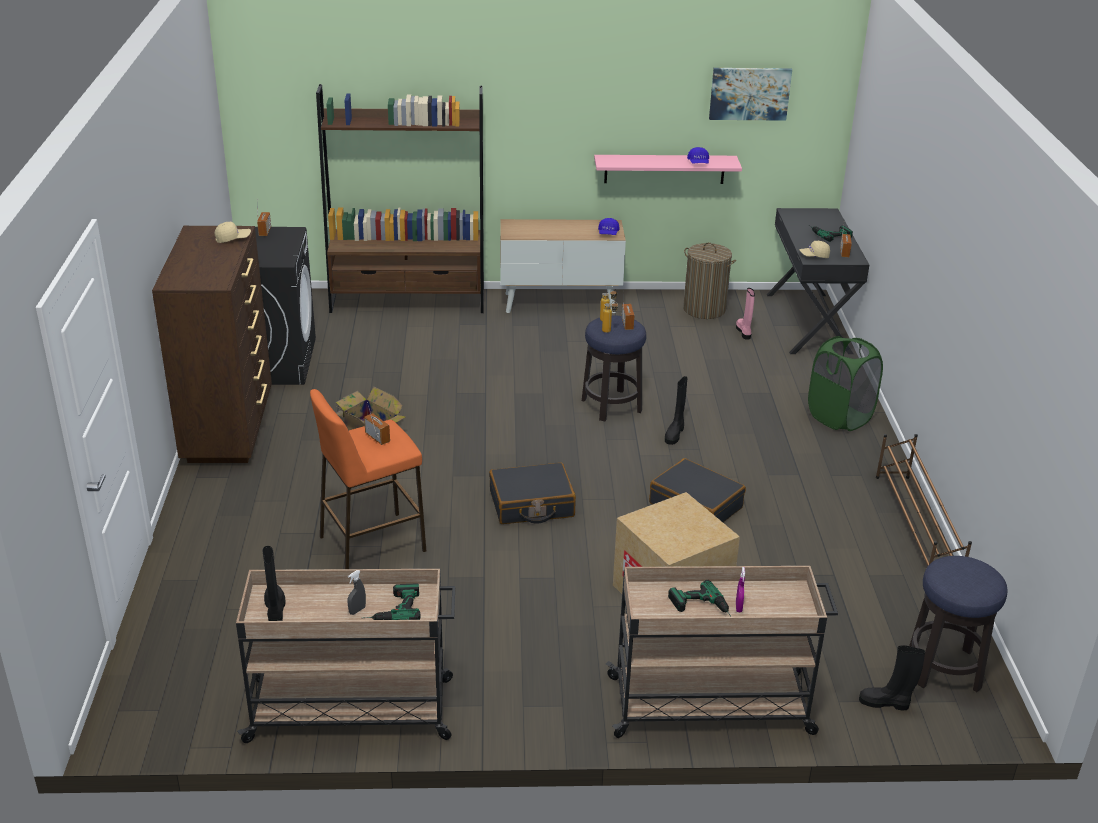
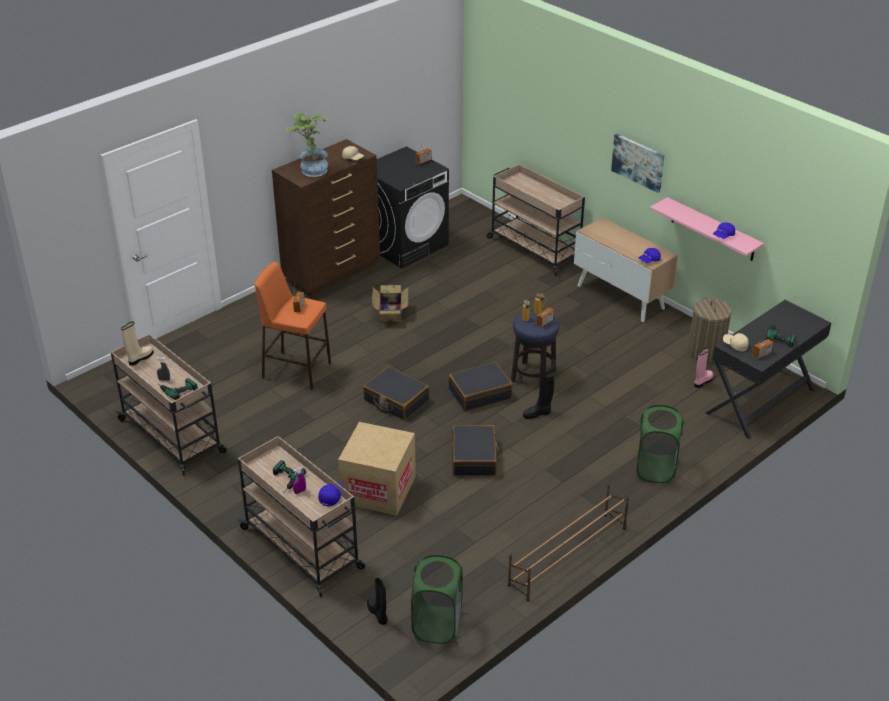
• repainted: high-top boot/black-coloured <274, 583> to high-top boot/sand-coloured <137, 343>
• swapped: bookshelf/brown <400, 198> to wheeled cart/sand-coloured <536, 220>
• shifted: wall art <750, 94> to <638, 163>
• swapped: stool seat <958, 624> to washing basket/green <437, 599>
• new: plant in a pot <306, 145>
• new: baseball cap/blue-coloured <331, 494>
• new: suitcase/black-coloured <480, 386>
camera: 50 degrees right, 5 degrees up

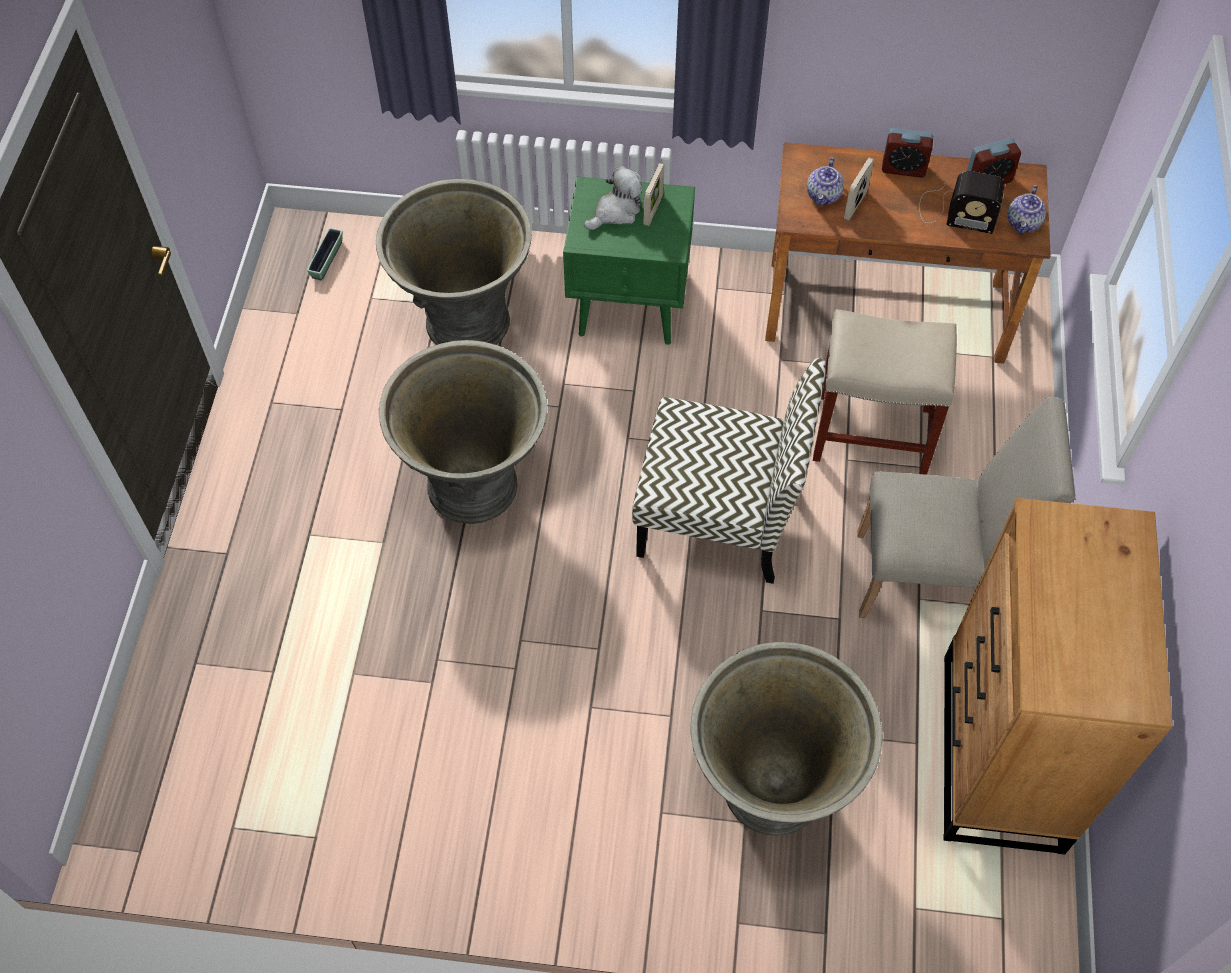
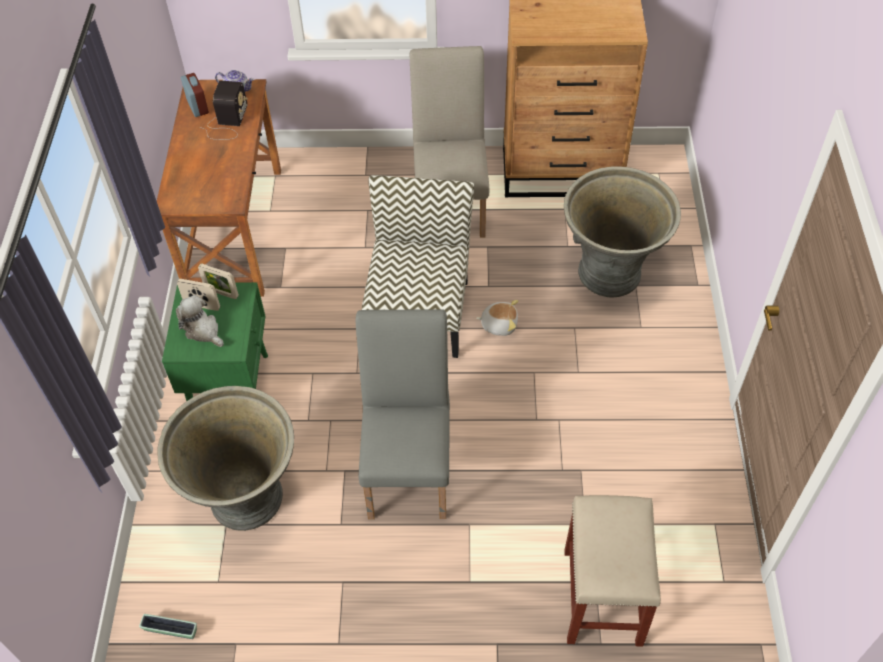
• swapped: plant pot/greyish <463, 432> to plain chair/greyish <403, 414>
• gone: tea pot <825, 181>
• shifted: stool seat/sand-coloured <885, 392> to <612, 571>
• shifted: standing frame <859, 189> to <218, 281>
• gone: alarm clock <907, 153>
• new: cuddly toy <497, 318>
camera: 95 degrees left, 5 degrees down

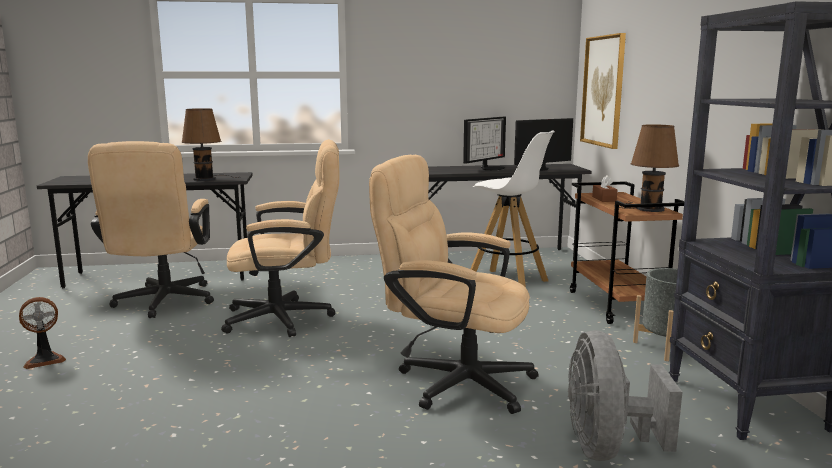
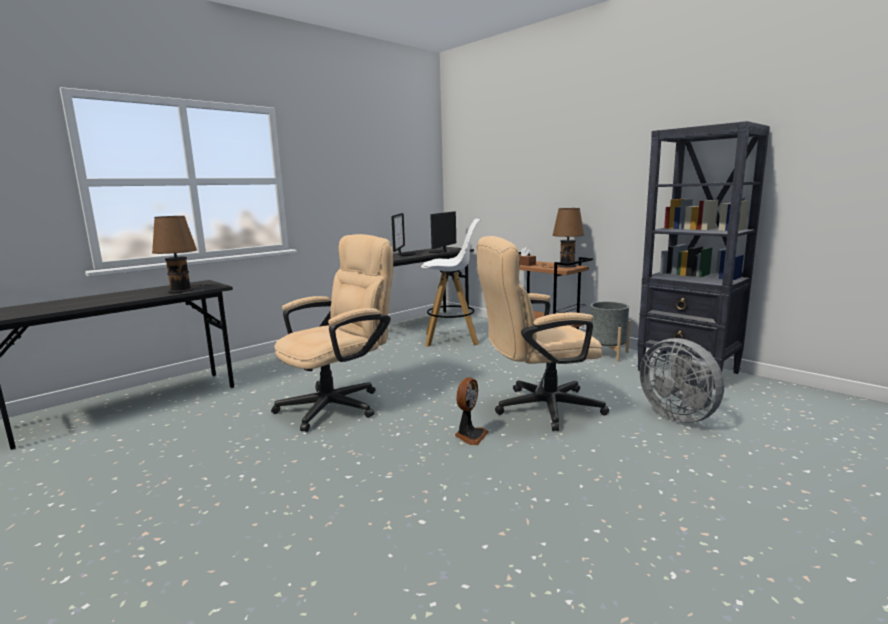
• shifted: electric fan <42, 333> to <472, 411>
• gone: computer chair/sand-coloured <151, 229>
• gone: wall art <603, 91>
camera: 35 degrees left, 0 degrees up

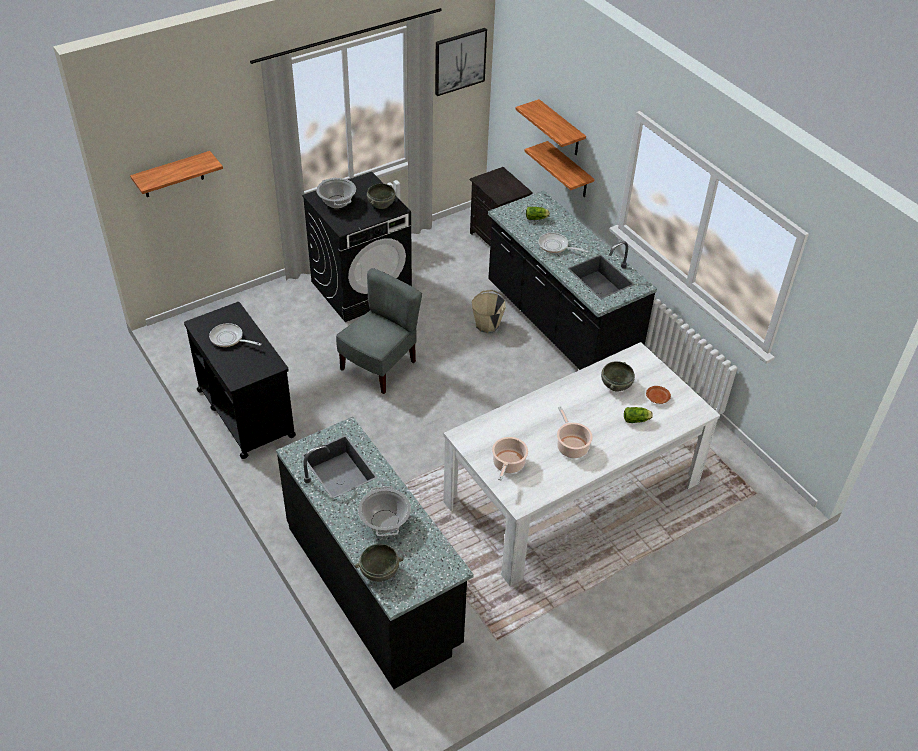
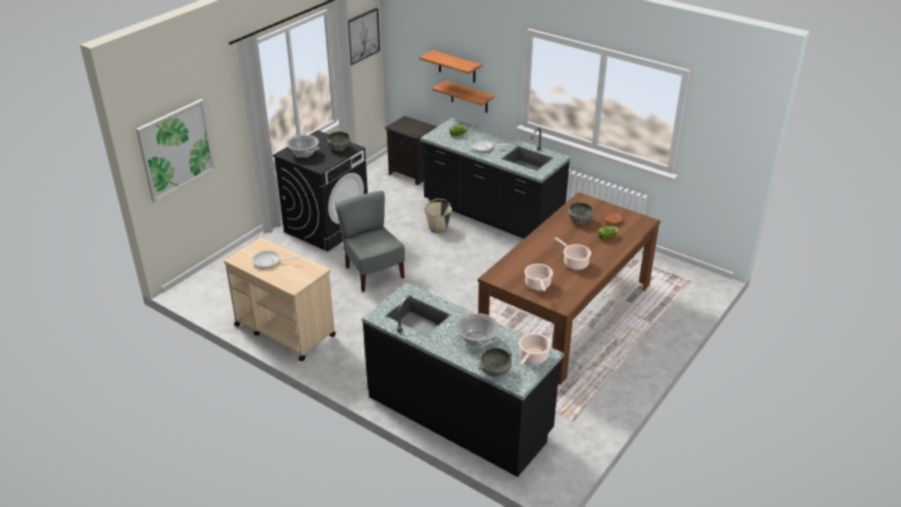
• swapped: shelf <176, 174> to wall art <176, 150>
• repainted: wheeled cart/black-coloured <240, 380> to wheeled cart/sand-coloured <280, 299>
• rotated: plain chair/greyish <379, 331> = <370, 241> 45 degrees counterclockwise
• repainted: kitchen table/white <581, 464> to kitchen table/brown <569, 288>
• new: cooking pot <535, 349>
camera: 20 degrees left, 10 degrees down

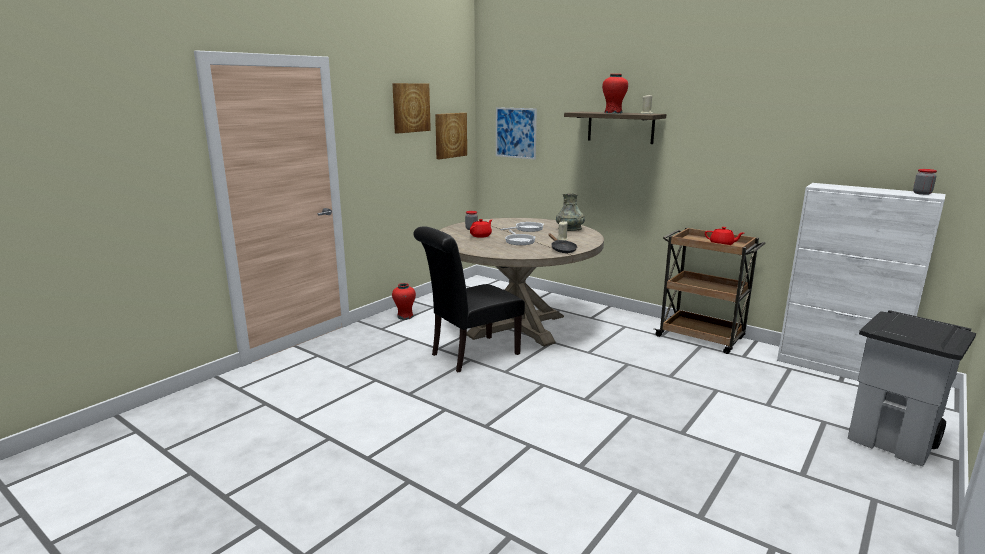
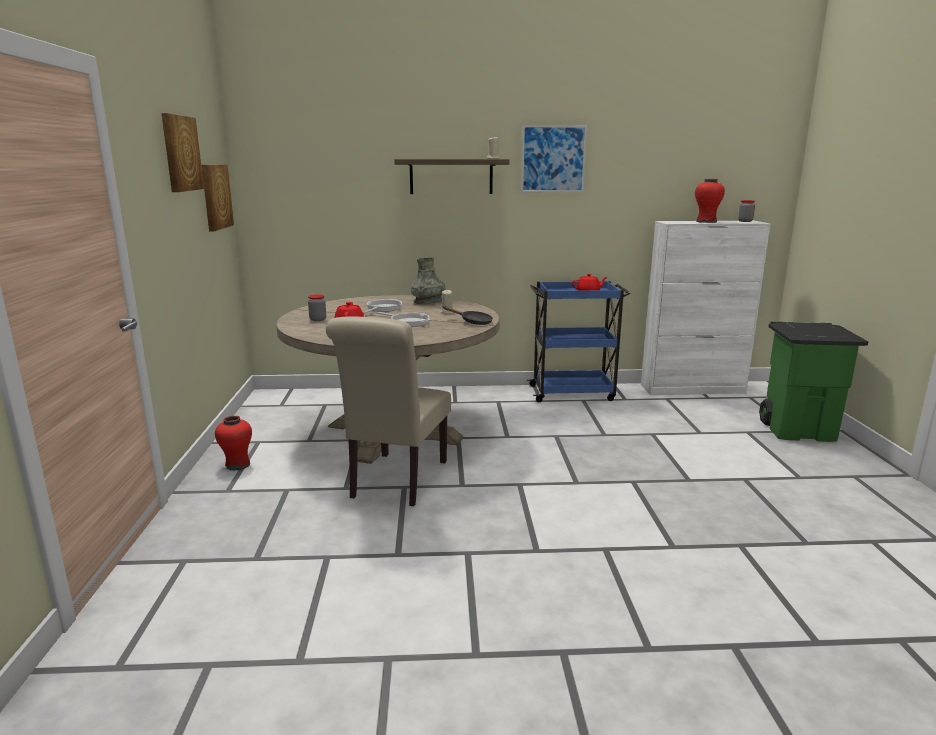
• repainted: plain chair/black-coloured <469, 299> to plain chair/sand-coloured <388, 411>
• shifted: wall art <516, 133> to <554, 158>
• shifted: vase/red <615, 94> to <710, 201>
• repainted: wheeled cart/brown <710, 291> to wheeled cart/blue-coloured <578, 341>
• repainted: waste bin/greyish <912, 388> to waste bin/green <813, 382>
camera: 40 degrees left, 0 degrees up

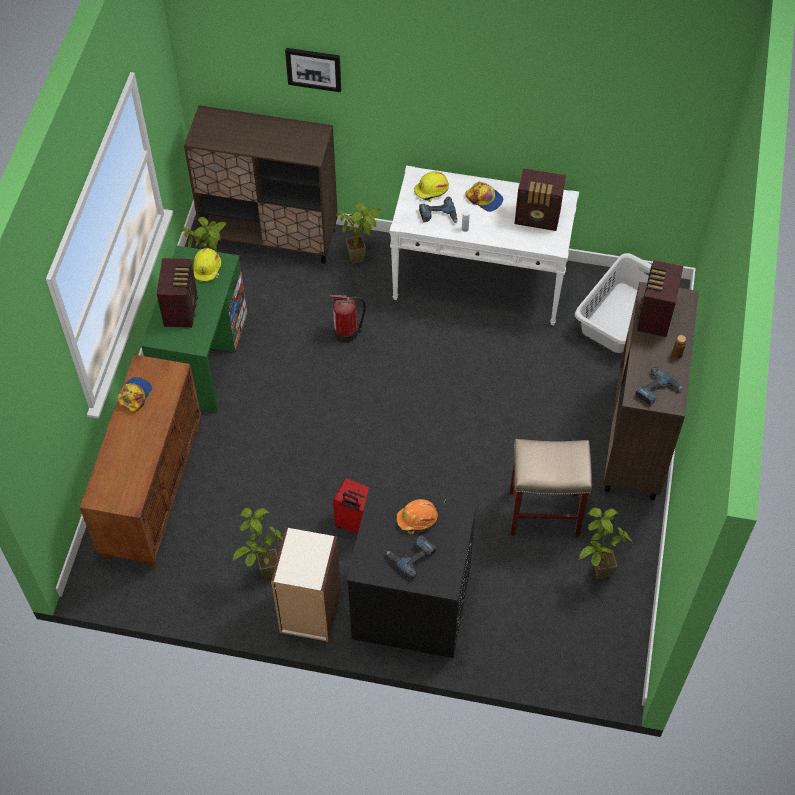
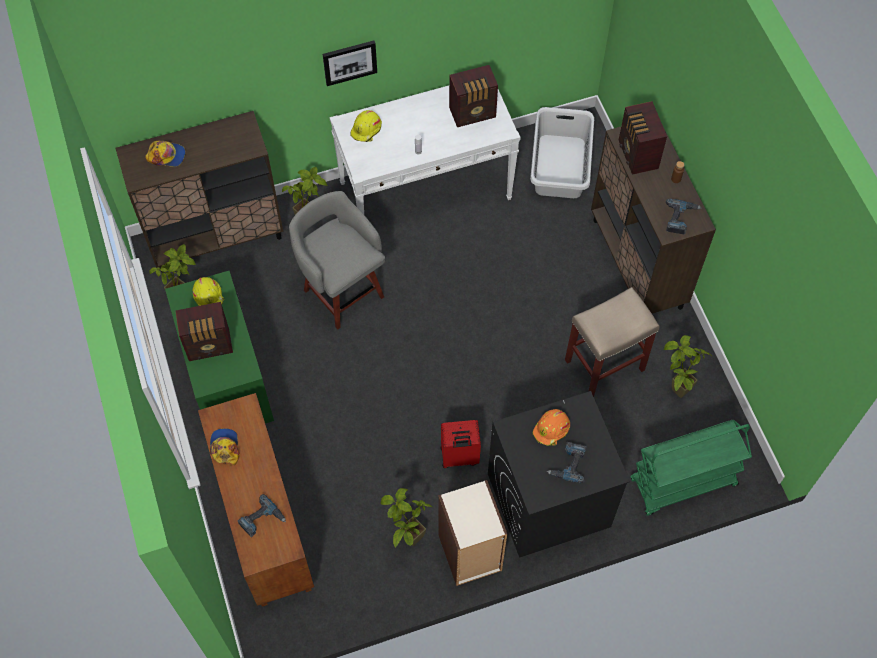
• rotated: radio <177, 293> = <204, 331> 105 degrees clockwise
• shifted: wall art <313, 70> to <350, 63>
• swapped: fire extinguisher <347, 319> to stool seat/greyish <337, 260>
• shifted: electric drill <438, 210> to <262, 515>
• shifted: baseball cap <484, 197> to <165, 154>
• new: wheeled cart/green <691, 468>
camera: 30 degrees left, 5 degrees up

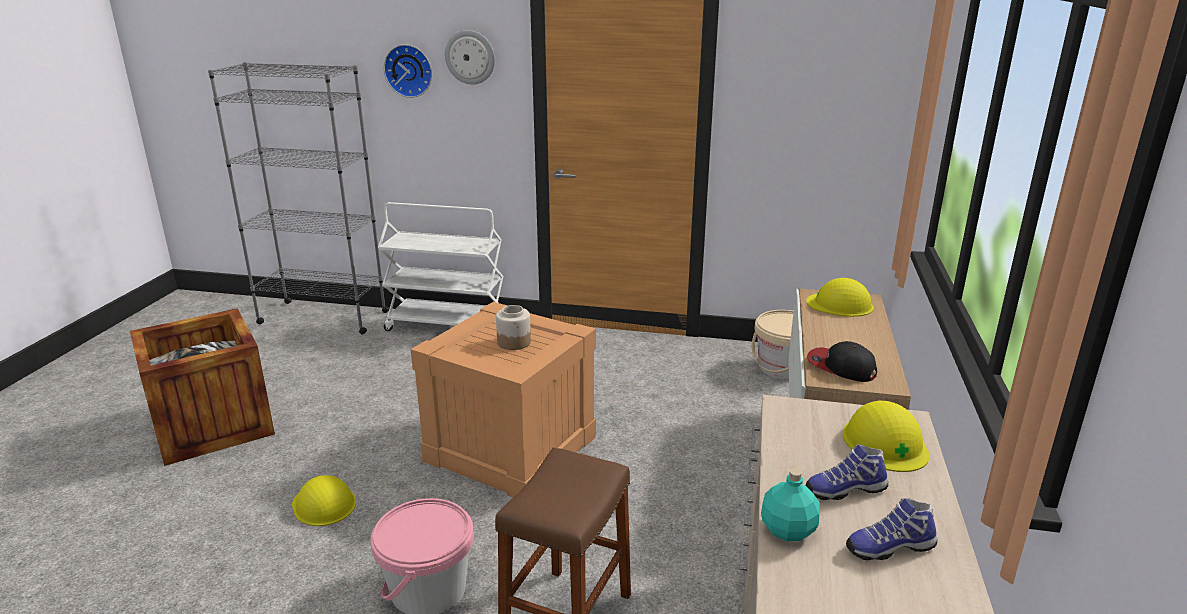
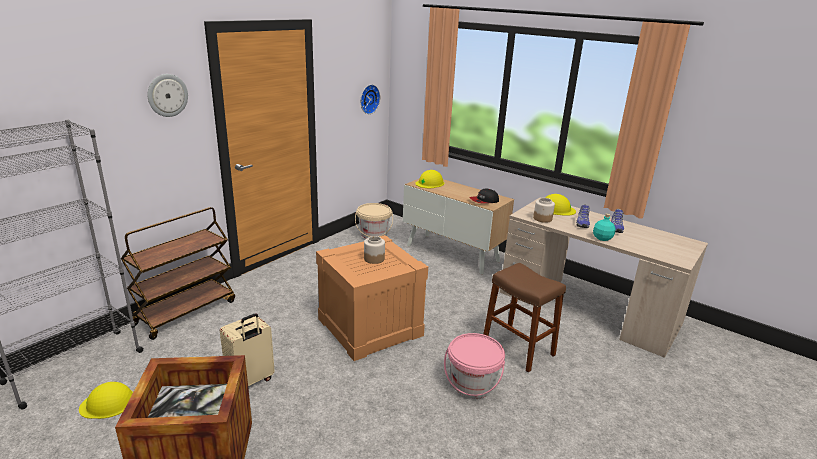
• shifted: work helmet/yellowish <324, 500> to <106, 400>
• repainted: wheeled cart/white <441, 266> to wheeled cart/brown <178, 273>
• shifted: wall clock <408, 71> to <370, 99>
• new: suitcase/sand-coloured <247, 349>
• new: storage jar <544, 210>
camera: 65 degrees left, 0 degrees up

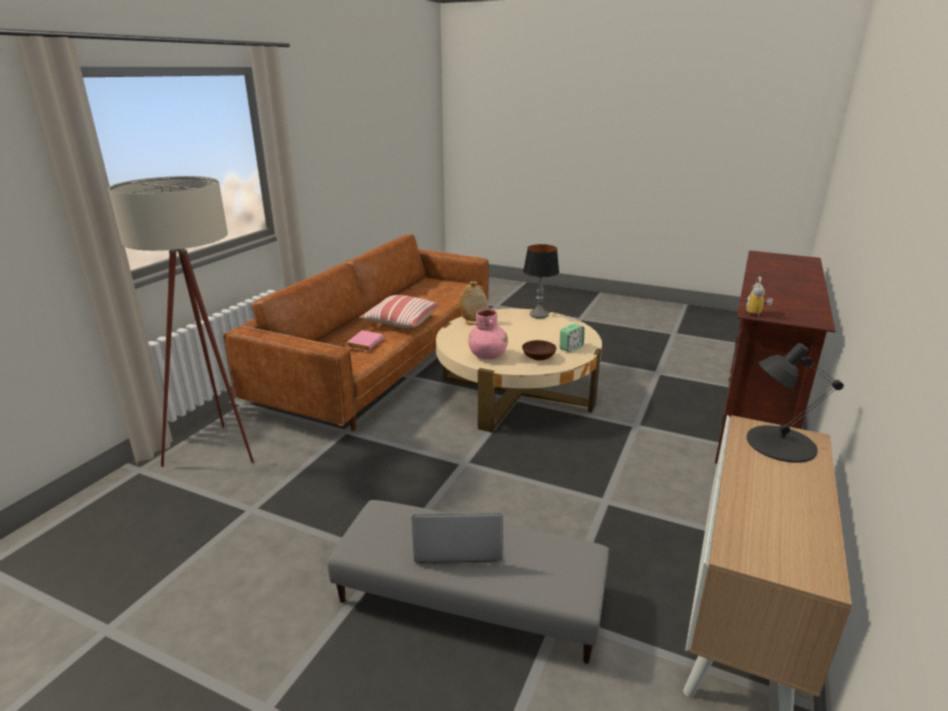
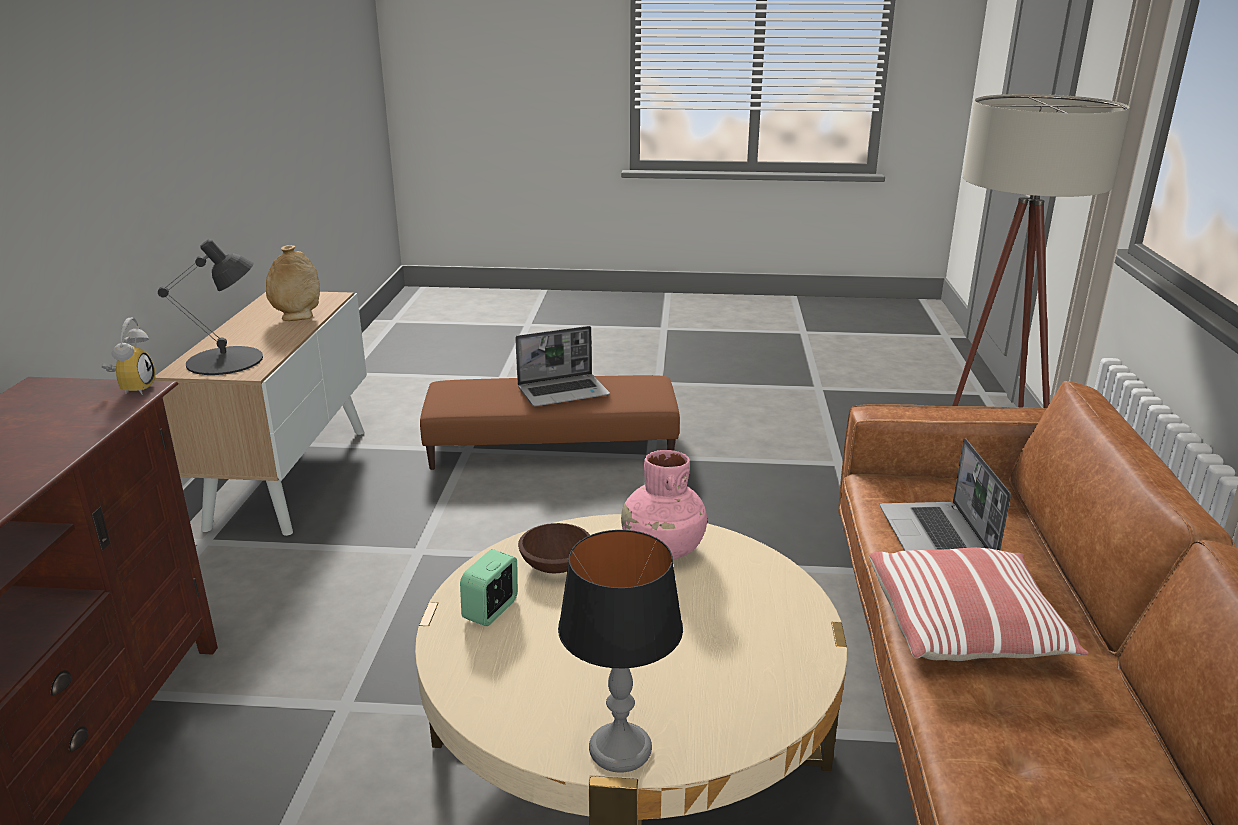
• repainted: footrest/greyish <468, 582> to footrest/brown <550, 422>
• swapped: book/pink <365, 340> to laptop <945, 494>
• shifted: vase/sand-coloured <474, 303> to <293, 283>
camera: 160 degrees right, 0 degrees up

